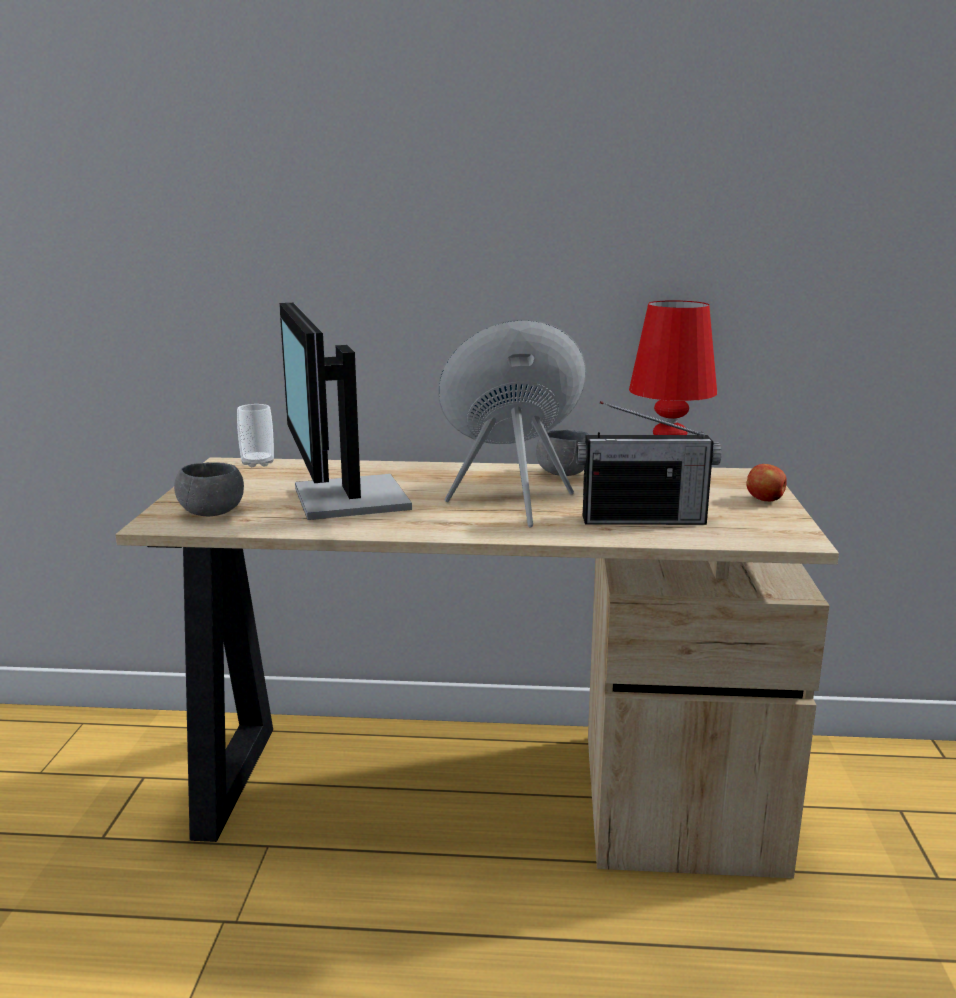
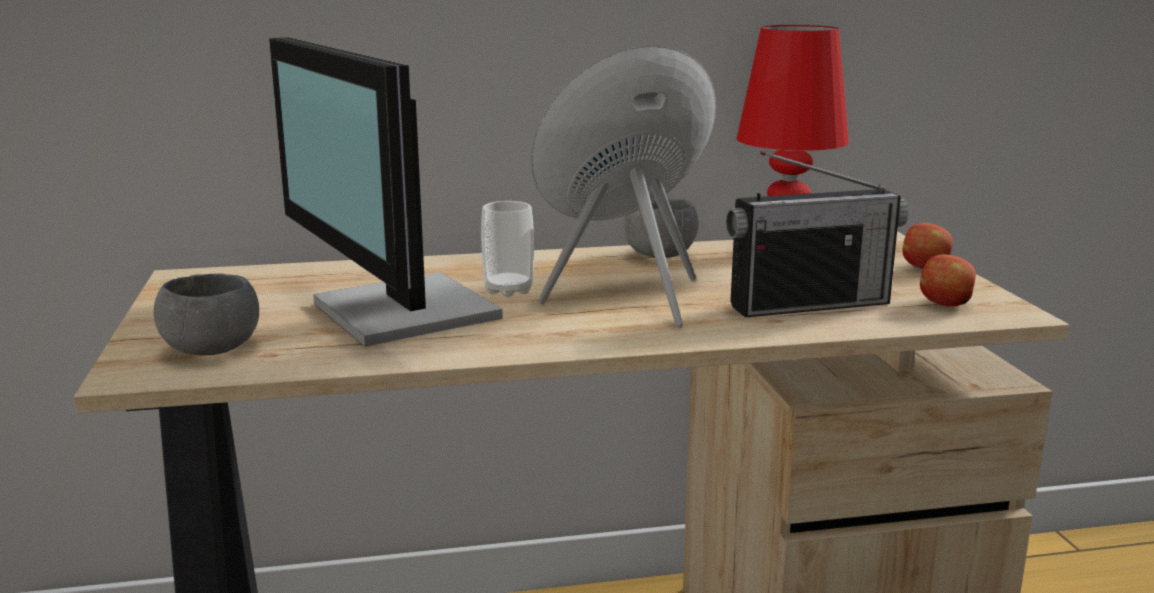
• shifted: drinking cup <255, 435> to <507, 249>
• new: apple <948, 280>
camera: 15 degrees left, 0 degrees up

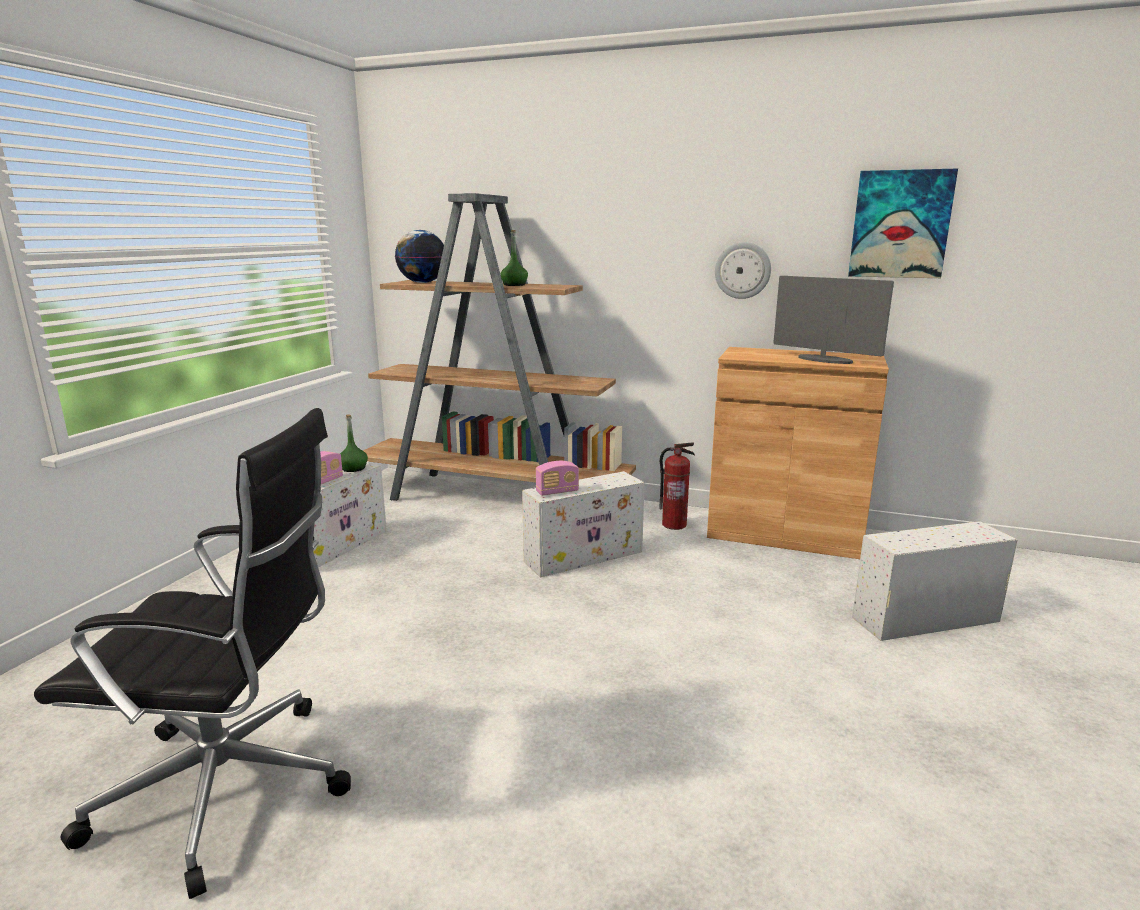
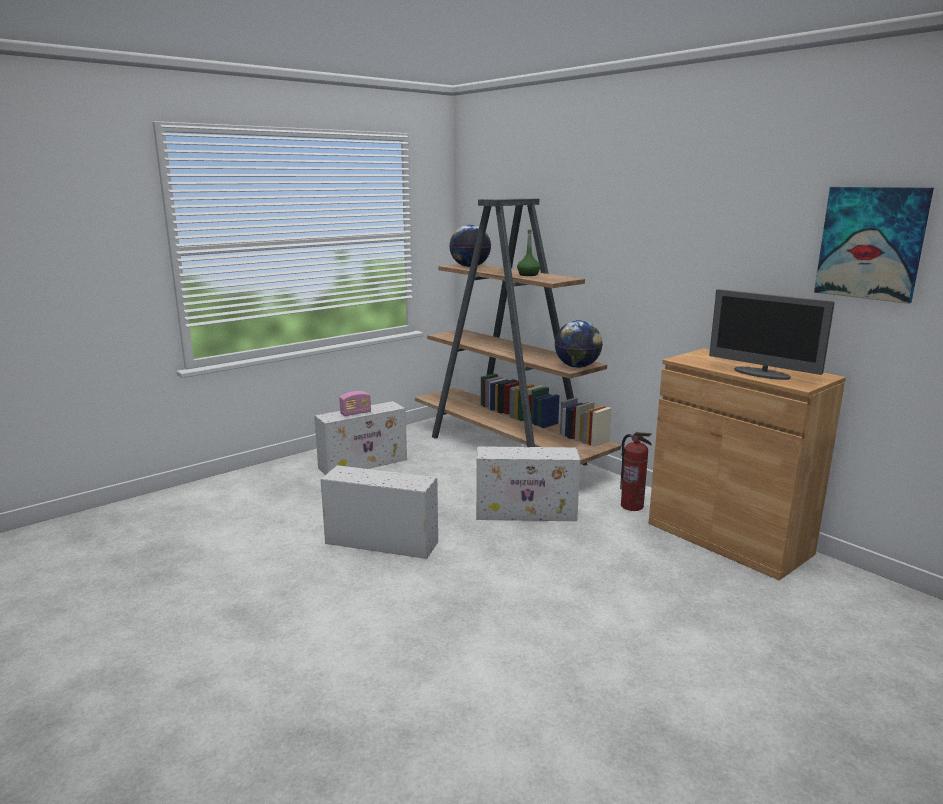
• gone: computer chair/black-coloured <192, 653>
• gone: drink bottle/green <354, 443>
• gone: radio <557, 478>
• gone: wall clock <743, 270>
• rotated: computer display <833, 320> = <772, 334> 150 degrees clockwise
• shifted: storage box/white <934, 581> to <379, 512>
• new: globe <579, 344>
camera: 30 degrees right, 0 degrees up

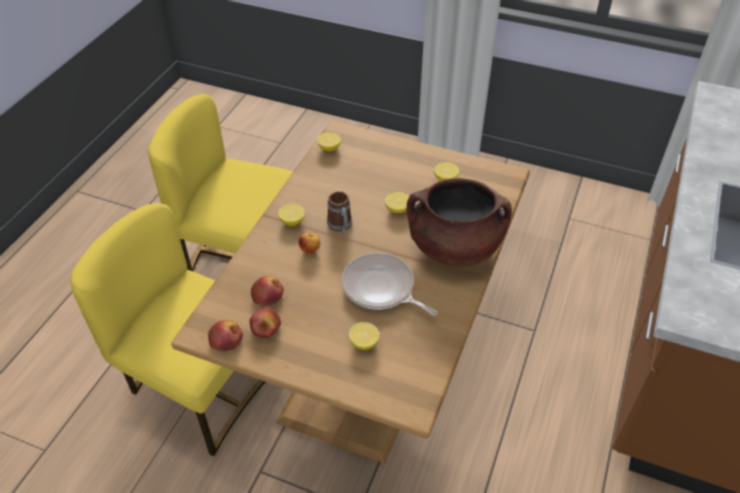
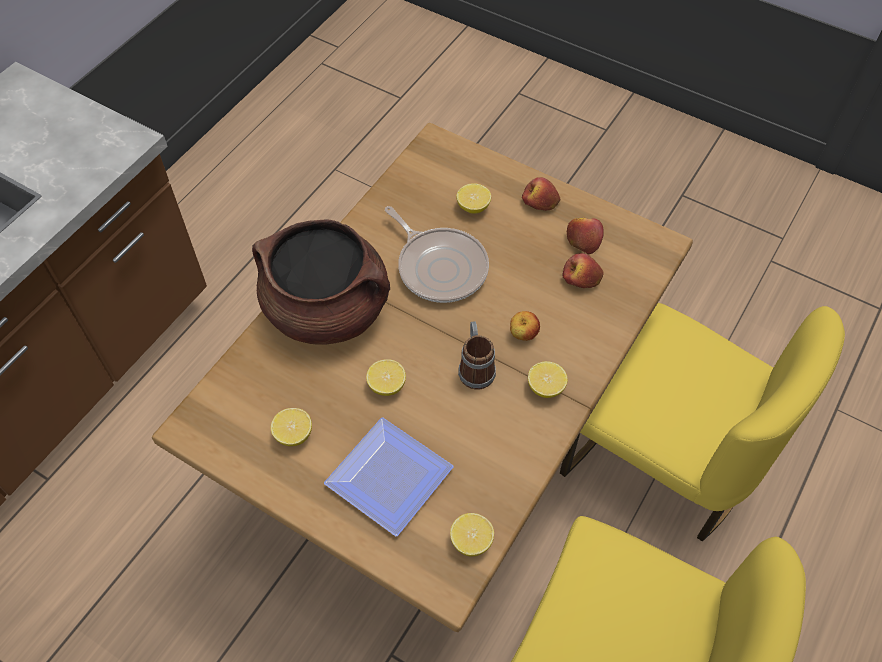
• shifted: apple <225, 335> to <541, 194>
• new: plate <388, 476>
camera: 170 degrees left, 10 degrees up

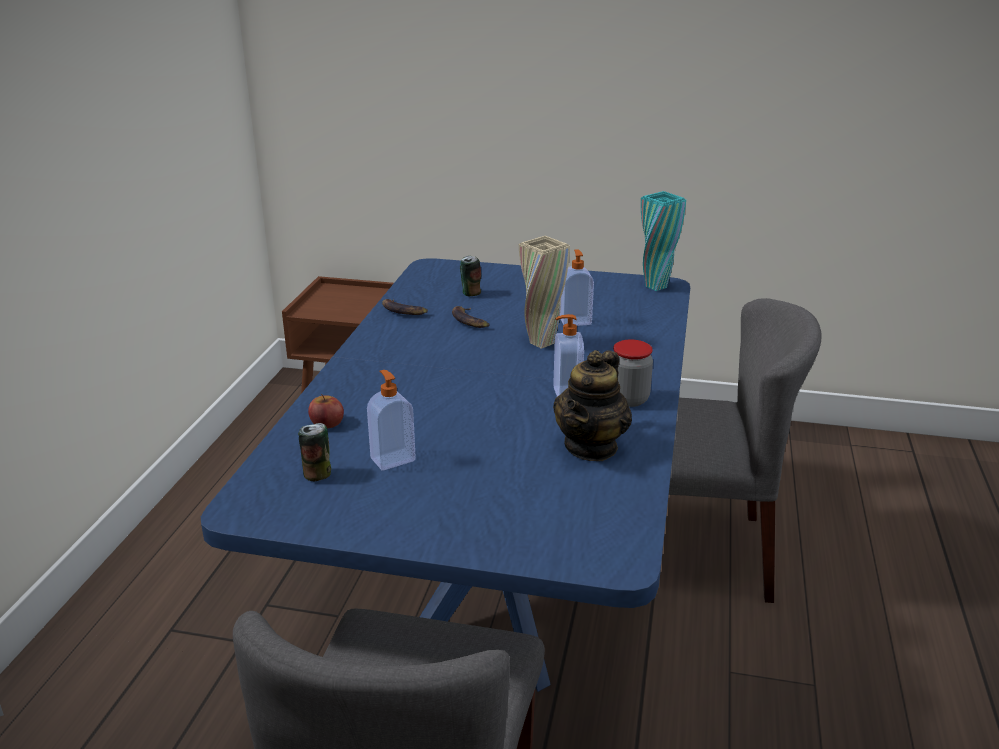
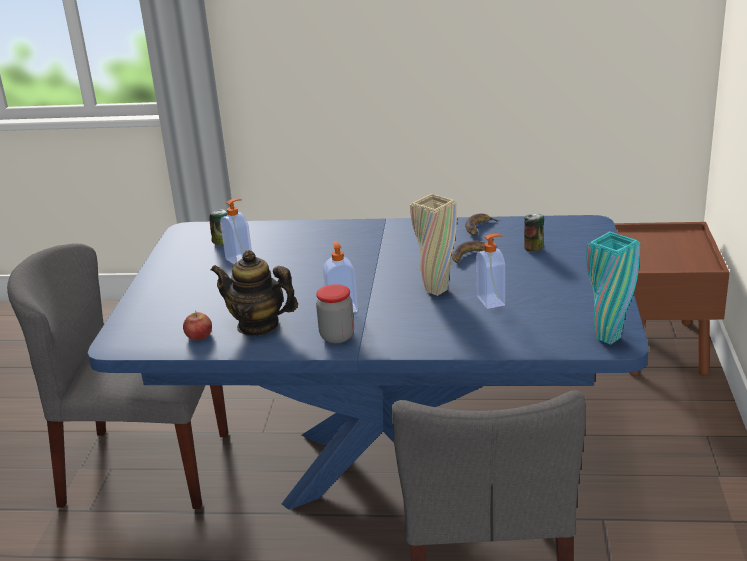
• shifted: apple <326, 411> to <197, 325>
camera: 85 degrees right, 0 degrees up

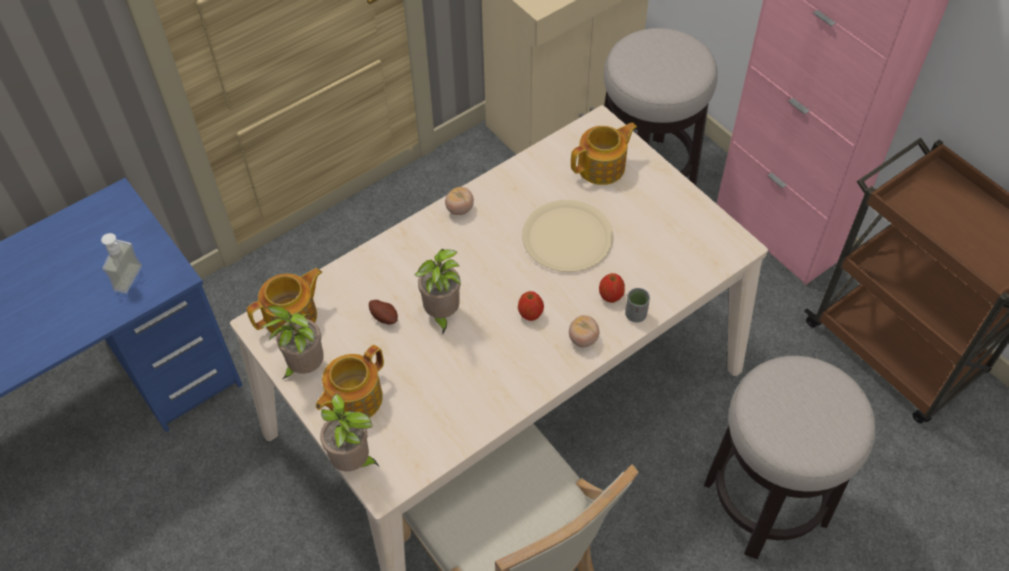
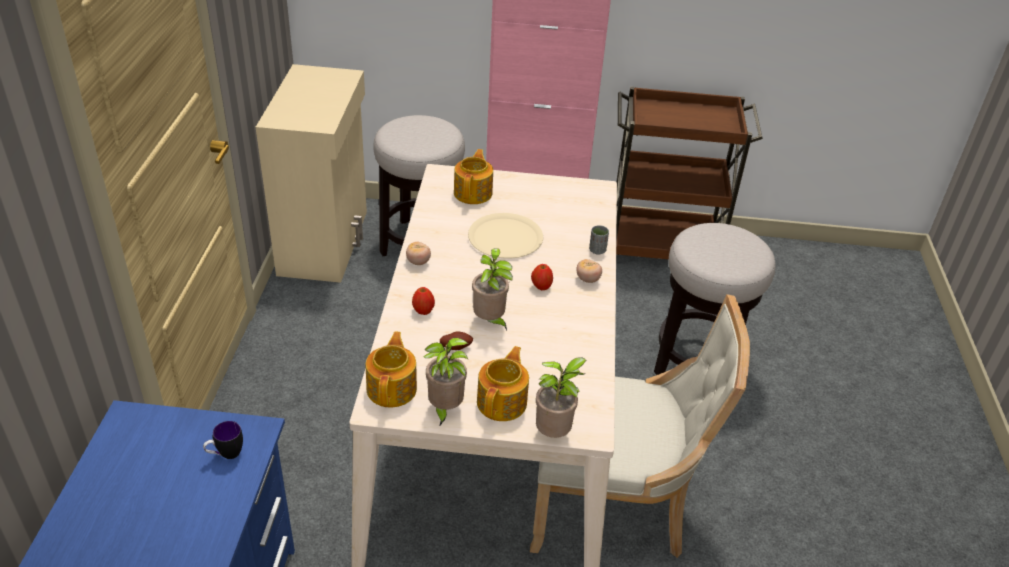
• swapped: liquid soap bottle <121, 263> to mug <223, 440>
• rotated: tea pot <350, 381> = <503, 383> 150 degrees counterclockwise
• shifted: apple <612, 288> to <423, 301>
camera: 50 degrees left, 15 degrees down

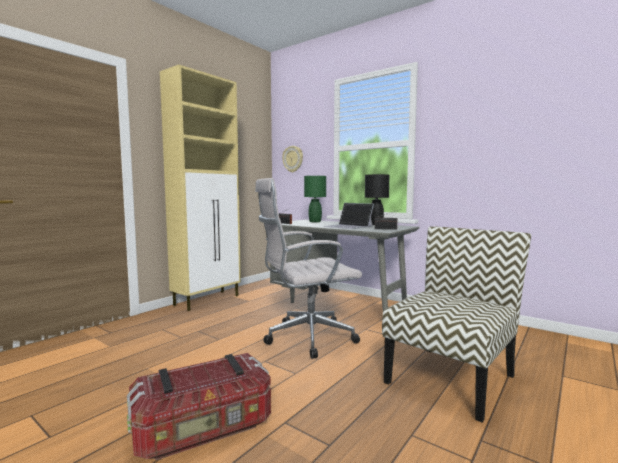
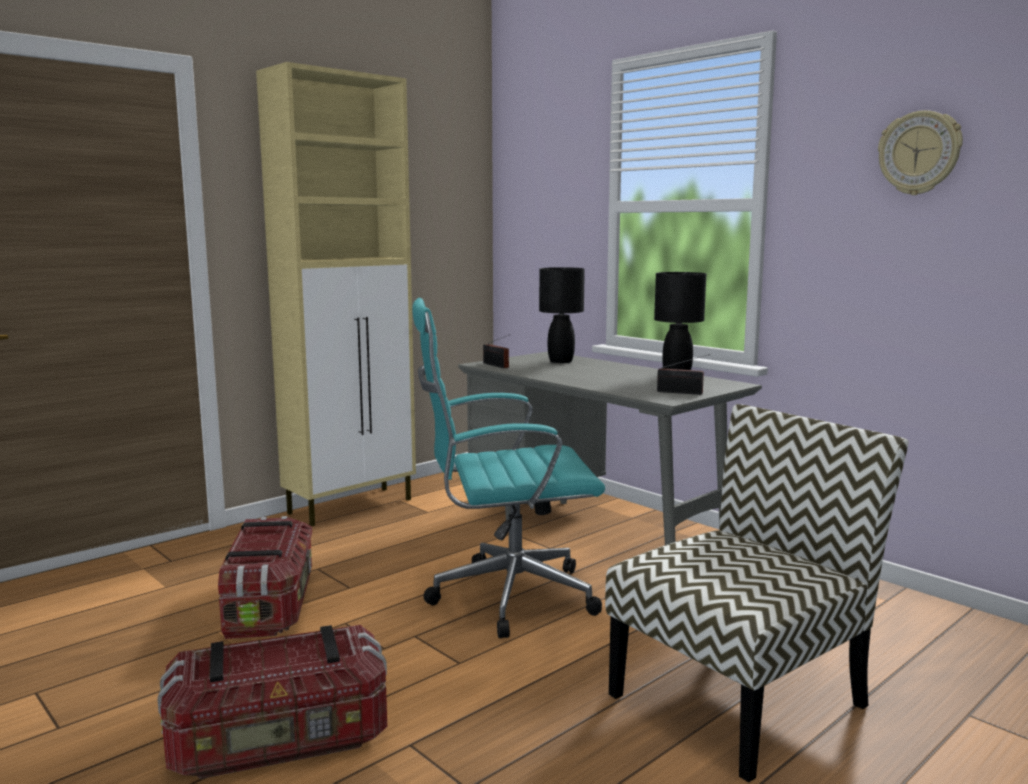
• repainted: computer chair/white <308, 268> to computer chair/turquoise-coloured <508, 468>
• shifted: wall clock <292, 159> to <920, 152>
• repainted: tabletop lamp/green <315, 199> to tabletop lamp/black-coloured <562, 315>
• gone: laptop <349, 216>
• new: storage box <265, 577>
camera: 10 degrees right, 5 degrees up

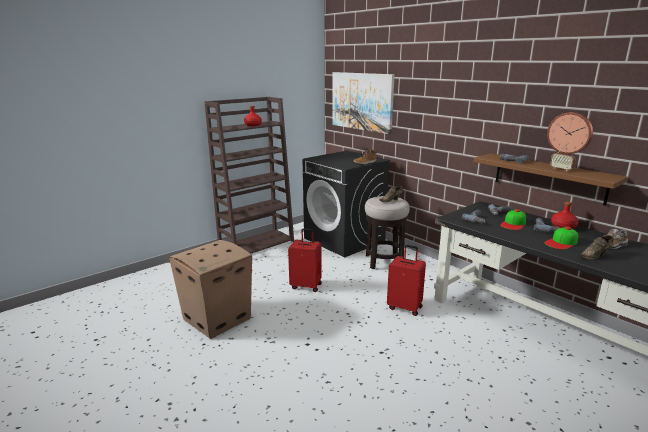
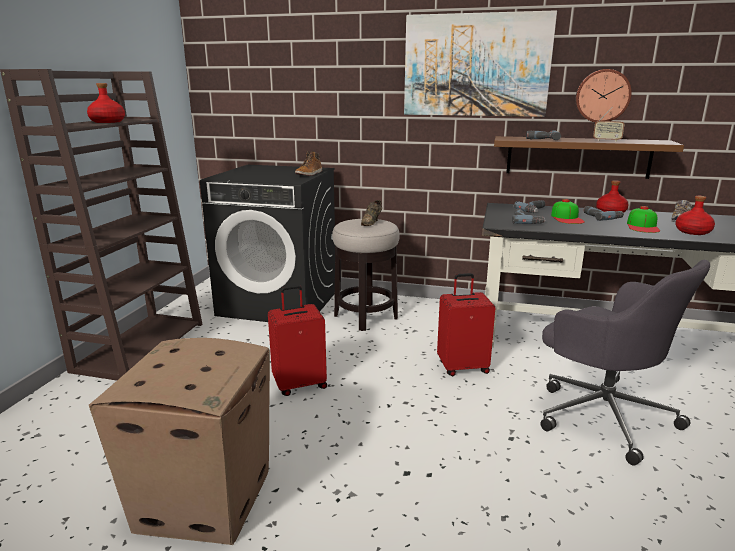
• shifted: wall art <363, 103> to <480, 63>
• swapped: shoe/brown <597, 247> to drink bottle/red <695, 215>
• new: computer chair/greyish <625, 363>
camera: 35 degrees left, 0 degrees up

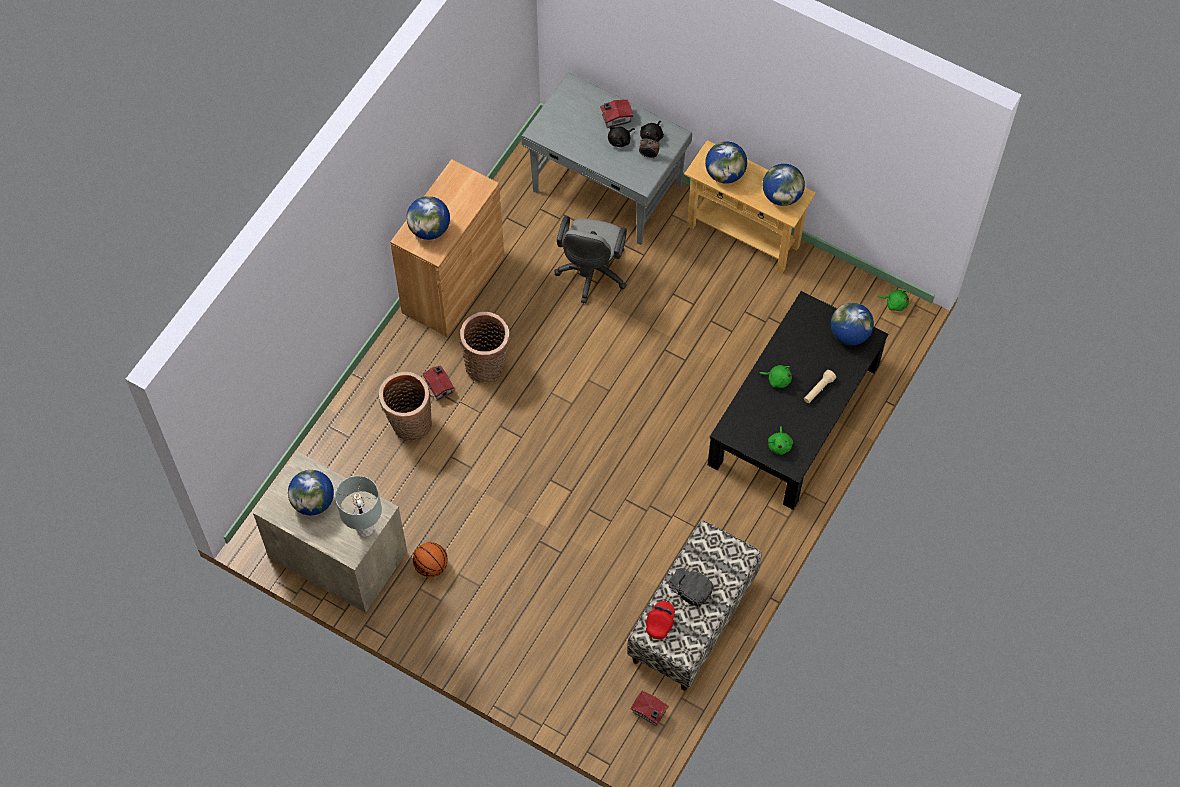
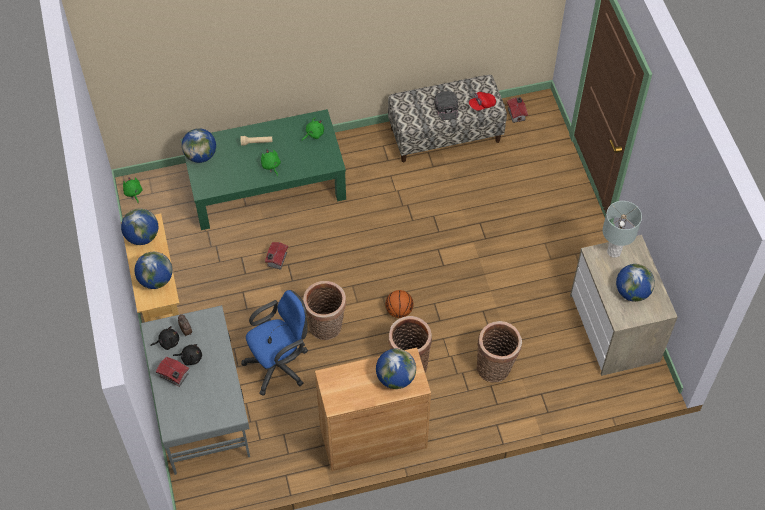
• shifted: ball for basketball <430, 559> to <399, 304>
• shifted: model house <438, 382> to <276, 256>
• repainted: computer chair/greyish <591, 259> to computer chair/blue-coloured <274, 343>
• repainted: coffee table/black-coloured <798, 400> to coffee table/green <263, 169>
• new: basket <324, 310>
camera: 135 degrees left, 5 degrees down

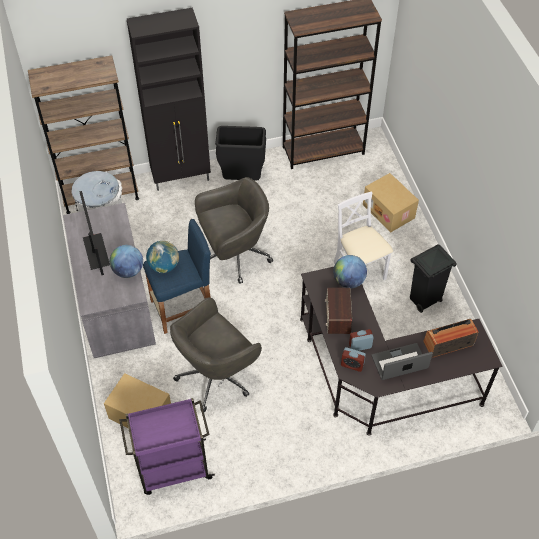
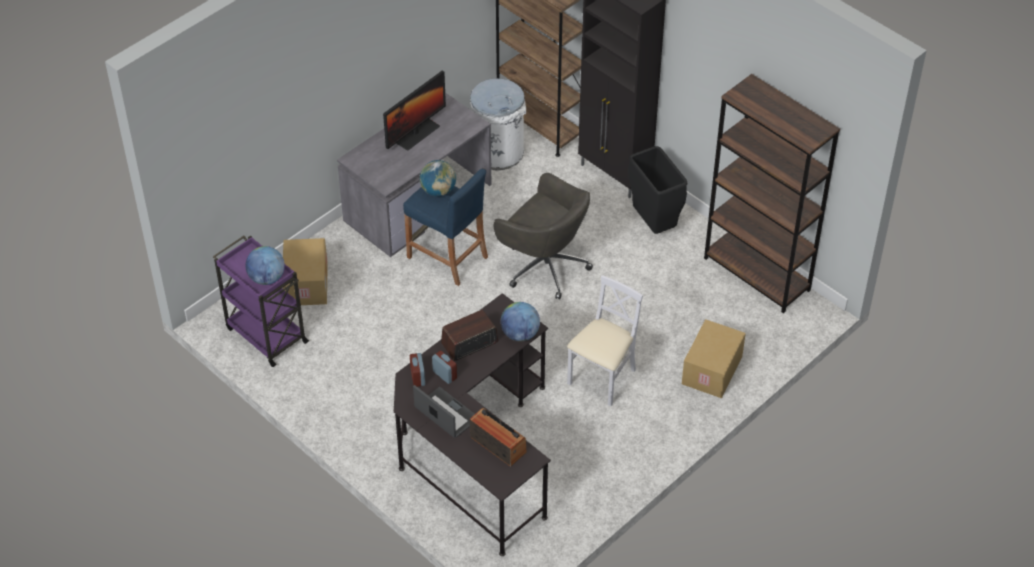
• shifted: globe <126, 261> to <265, 265>
• gone: computer chair/greyish <216, 354>
• gone: waste bin/black-coloured <433, 278>
camera: 60 degrees right, 5 degrees down

